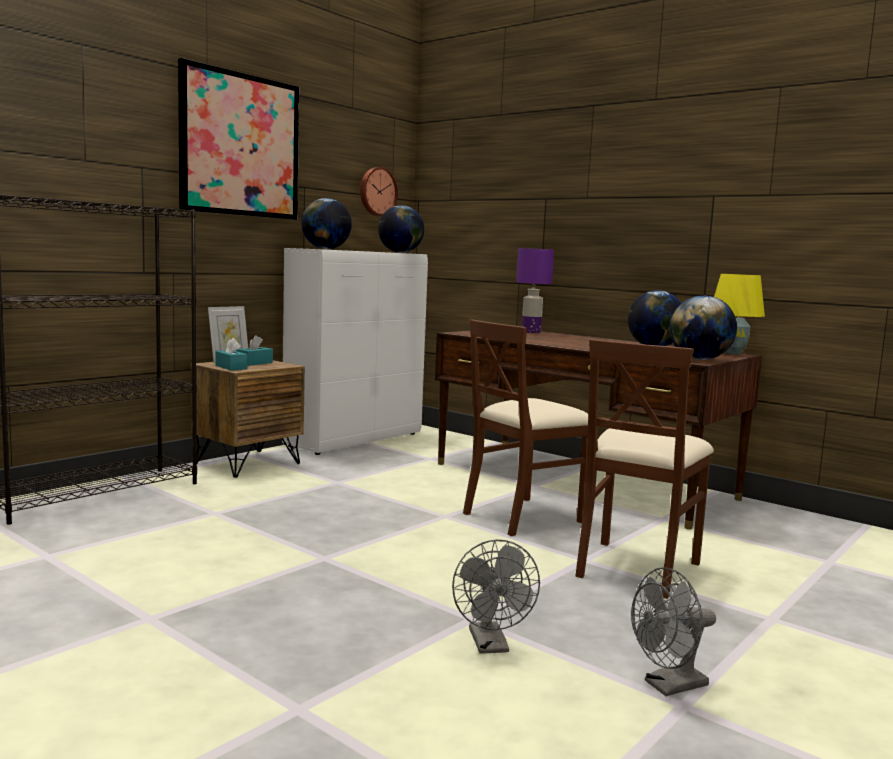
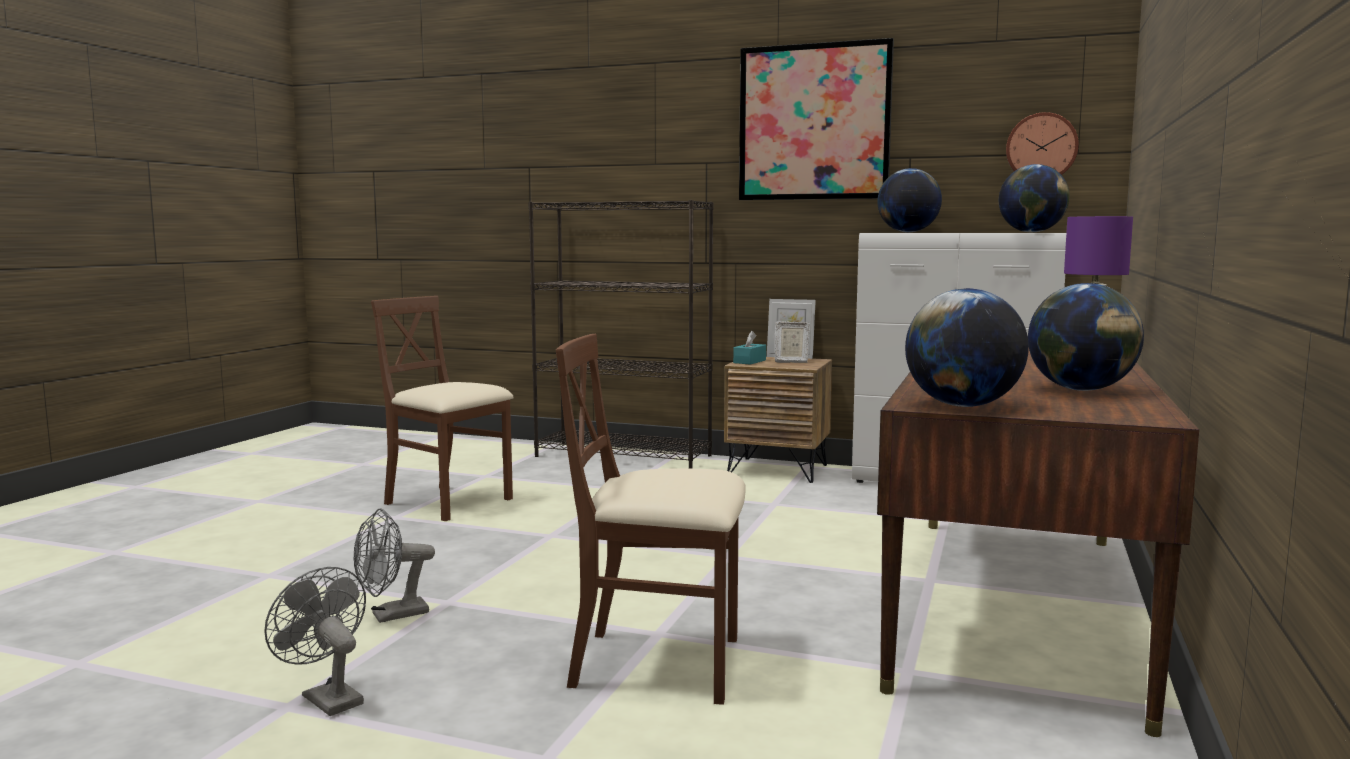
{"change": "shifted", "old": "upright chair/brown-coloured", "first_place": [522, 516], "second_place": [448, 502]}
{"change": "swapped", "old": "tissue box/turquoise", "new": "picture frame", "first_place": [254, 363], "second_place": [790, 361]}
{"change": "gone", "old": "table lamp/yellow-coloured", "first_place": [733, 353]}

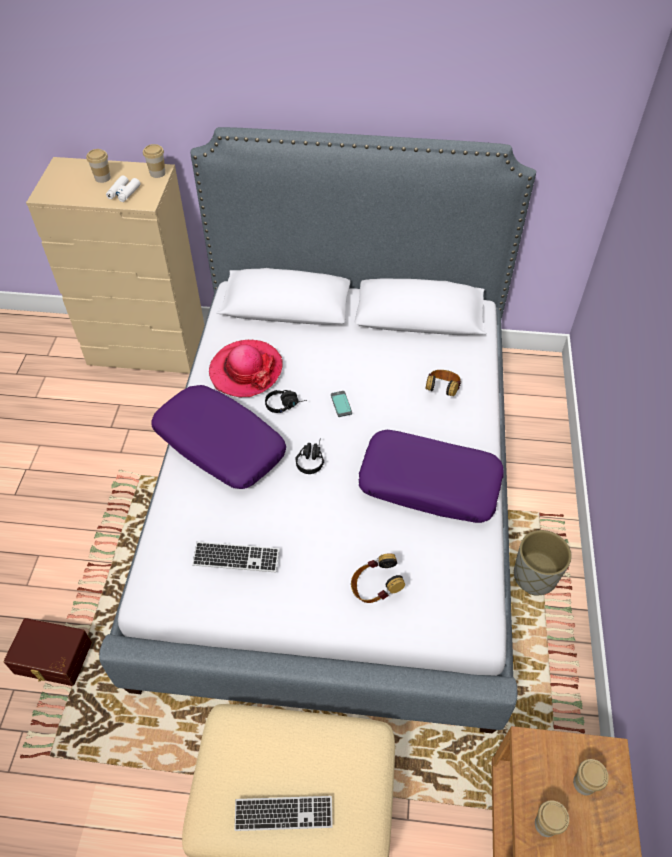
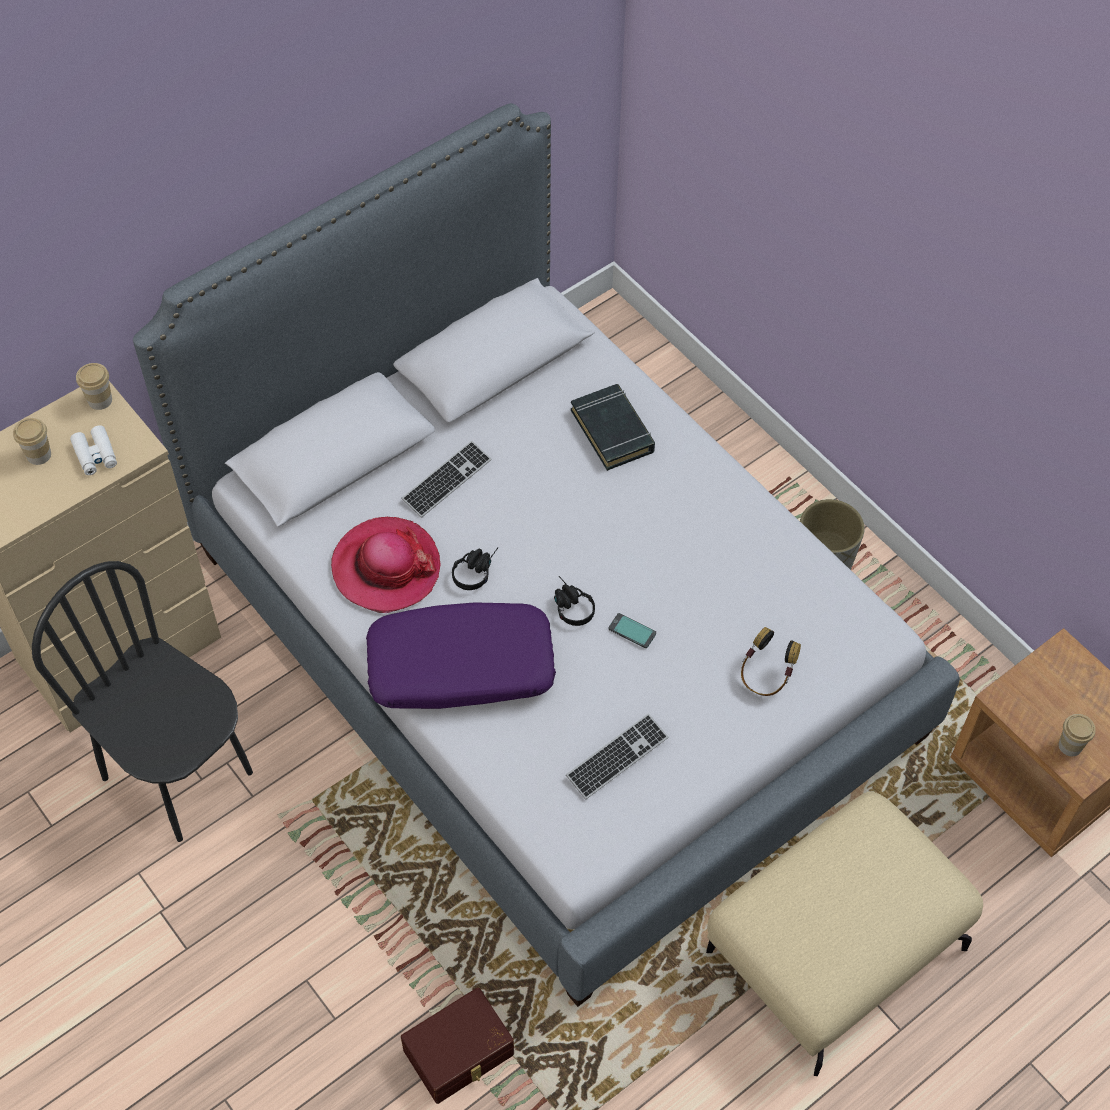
{"change": "new", "new": "upright chair/black-coloured", "second_place": [178, 774]}
{"change": "shifted", "old": "computer keyboard", "first_place": [283, 814], "second_place": [447, 480]}
{"change": "swapped", "old": "headset", "new": "book/black-coloured", "first_place": [442, 391], "second_place": [613, 431]}
{"change": "shifted", "old": "phone", "first_place": [341, 404], "second_place": [632, 631]}
{"change": "gone", "old": "throw pillow/purple-coloured", "first_place": [429, 483]}
{"change": "gone", "old": "cup", "first_place": [584, 783]}

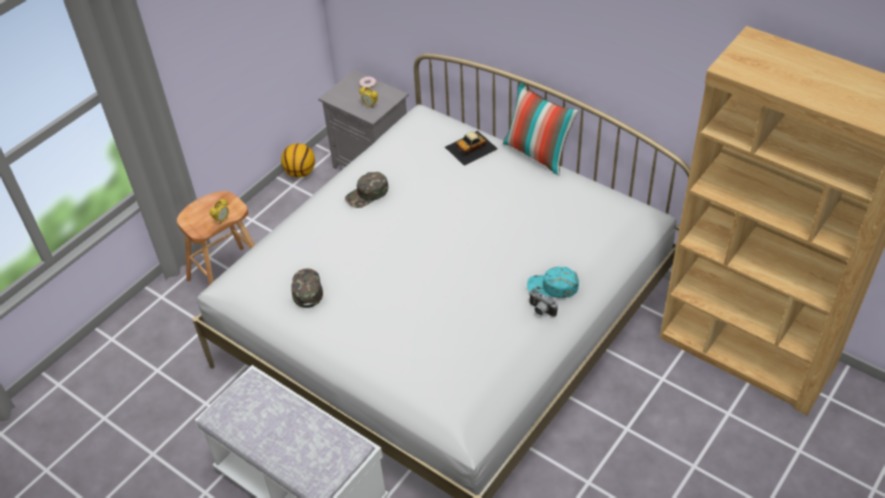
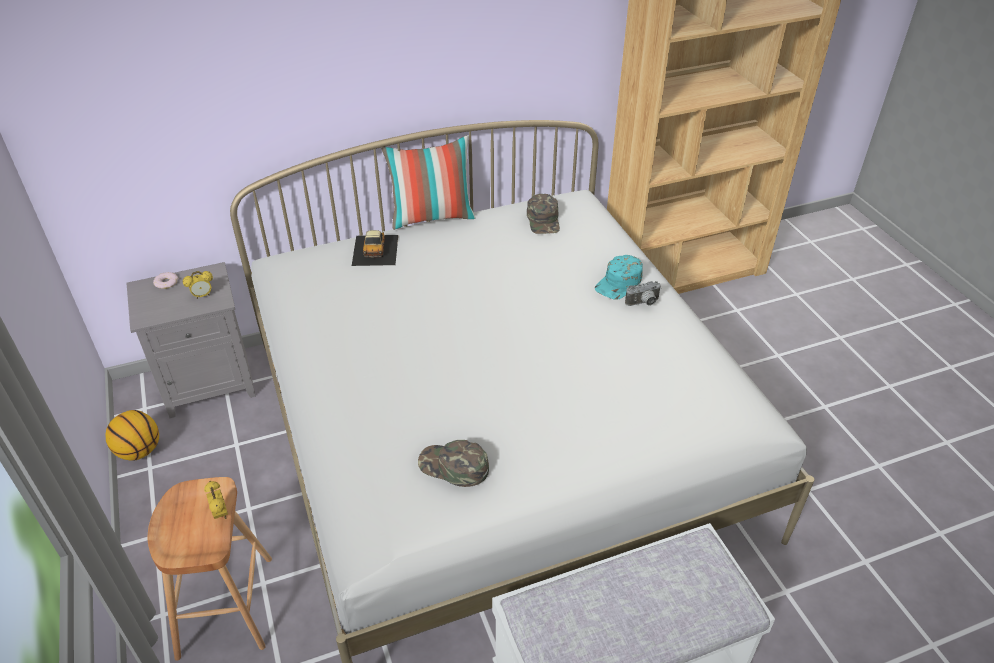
{"change": "shifted", "old": "cap/greenish", "first_place": [367, 194], "second_place": [544, 220]}

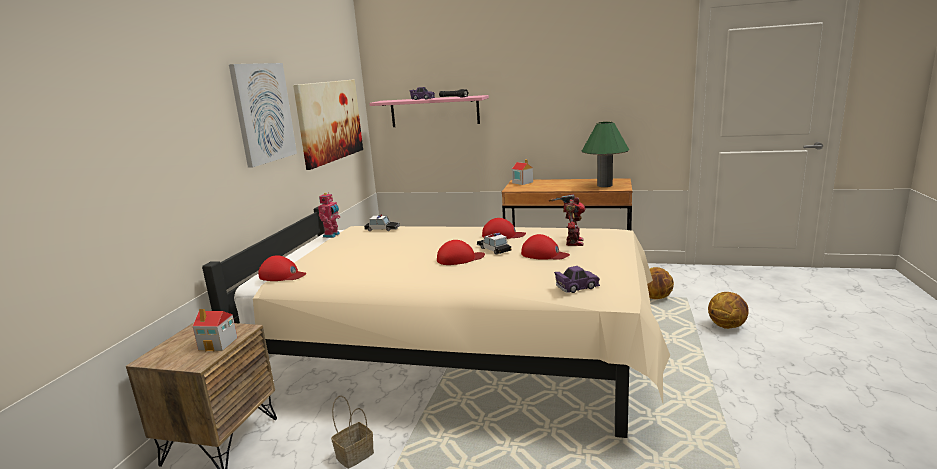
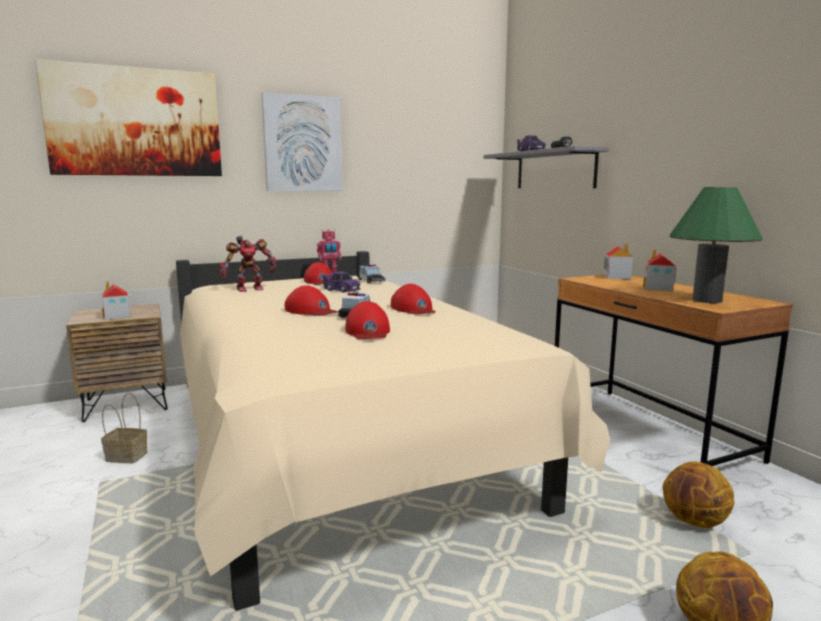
{"change": "shifted", "old": "wall art", "first_place": [330, 121], "second_place": [135, 122]}
{"change": "shifted", "old": "toy robot", "first_place": [572, 242], "second_place": [249, 289]}
{"change": "shifted", "old": "cap/red", "first_place": [282, 275], "second_place": [319, 281]}
{"change": "shifted", "old": "model car/purple-coloured", "first_place": [577, 287], "second_place": [341, 290]}
{"change": "repainted", "old": "bracket shelf/pink", "new": "bracket shelf/gray", "first_place": [434, 111], "second_place": [555, 170]}
{"change": "new", "new": "miniature house", "second_place": [658, 288]}

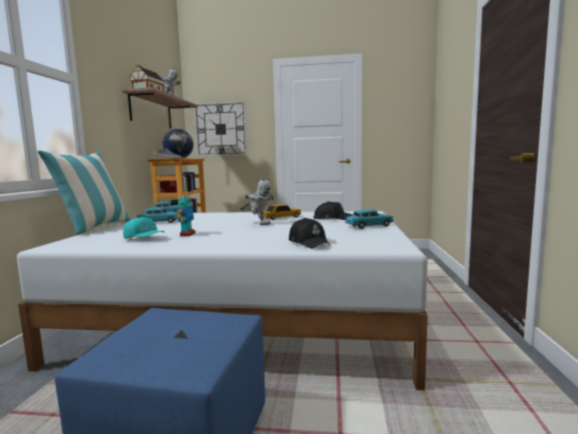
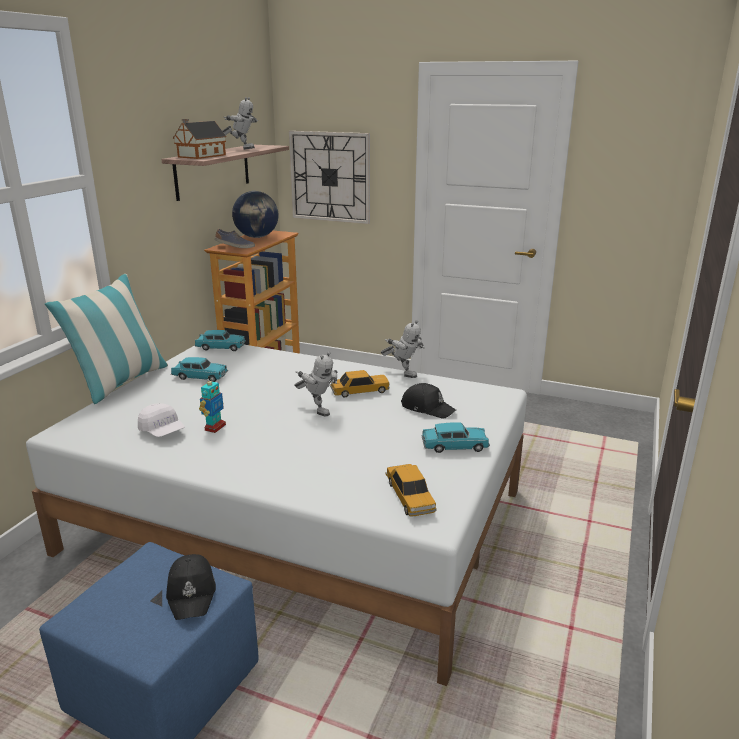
{"change": "repainted", "old": "cap/turquoise", "new": "cap/white", "first_place": [144, 239], "second_place": [162, 431]}
{"change": "shifted", "old": "cap/black-coloured", "first_place": [309, 242], "second_place": [192, 592]}
{"change": "new", "new": "toy robot", "second_place": [403, 373]}
{"change": "new", "new": "model car", "second_place": [410, 496]}

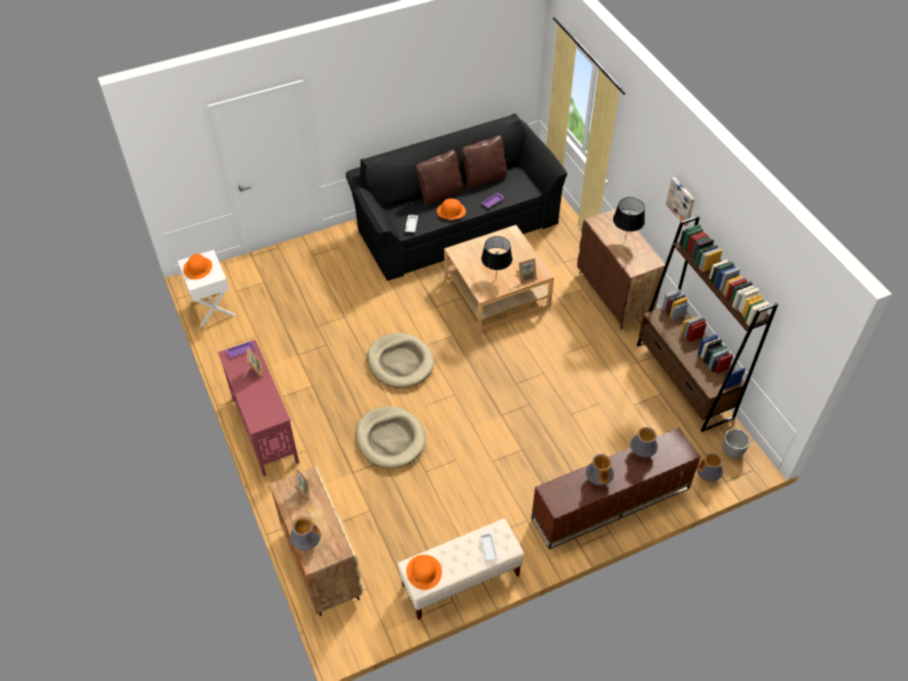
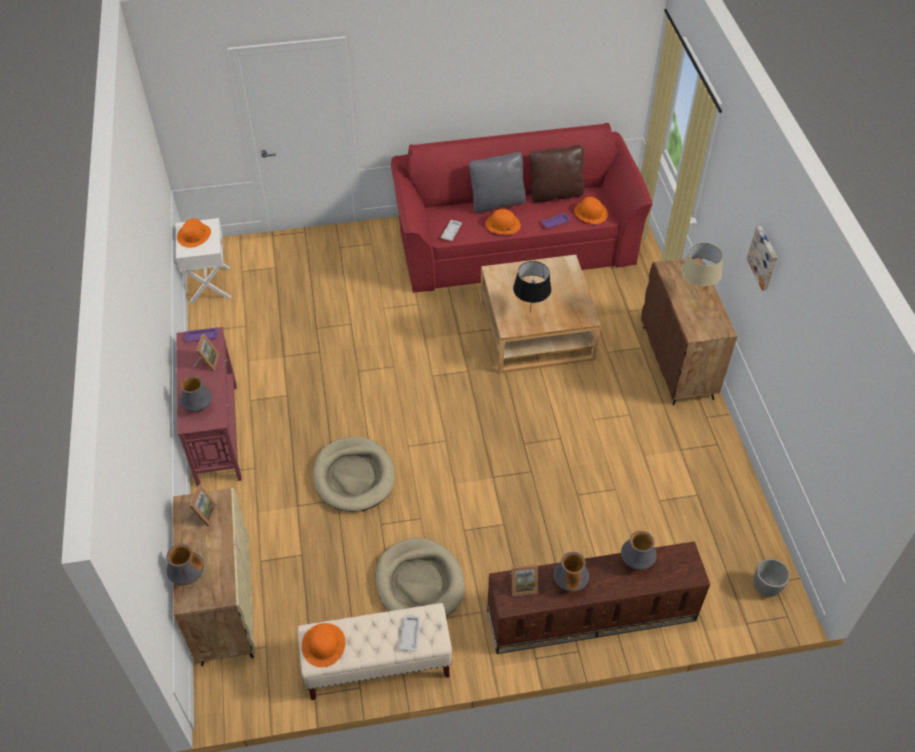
{"change": "shifted", "old": "vase", "first_place": [707, 476], "second_place": [198, 407]}
{"change": "shifted", "old": "pet bed/beige-coloured", "first_place": [400, 362], "second_place": [419, 583]}
{"change": "repainted", "old": "settee/black-coloured", "new": "settee/red", "first_place": [455, 222], "second_place": [514, 240]}
{"change": "repainted", "old": "throw pillow/brown-coloured", "new": "throw pillow/gray", "first_place": [440, 194], "second_place": [497, 202]}
{"change": "shifted", "old": "picture frame", "first_place": [526, 277], "second_place": [523, 585]}
{"change": "new", "new": "hat/orangey", "second_place": [591, 212]}
{"change": "repainted", "old": "table lamp/black-coloured", "new": "table lamp/beige-coloured", "first_place": [625, 240], "second_place": [695, 297]}
{"change": "gone", "old": "shelving unit/brown-coloured", "first_place": [684, 381]}

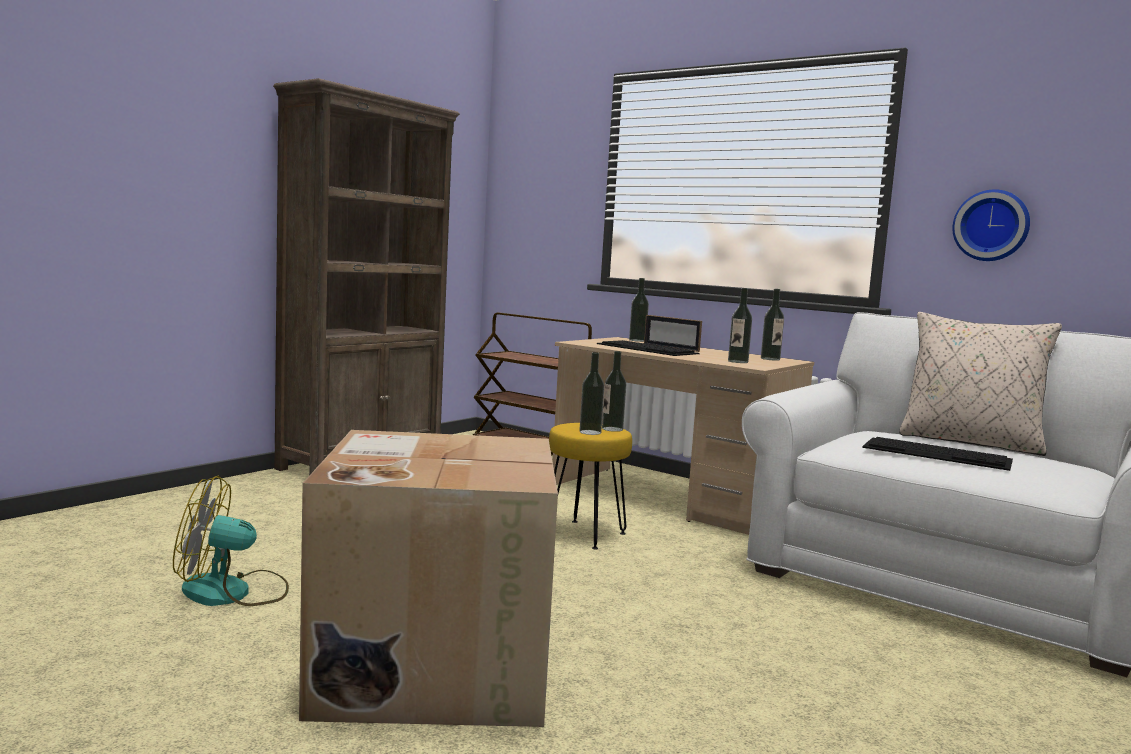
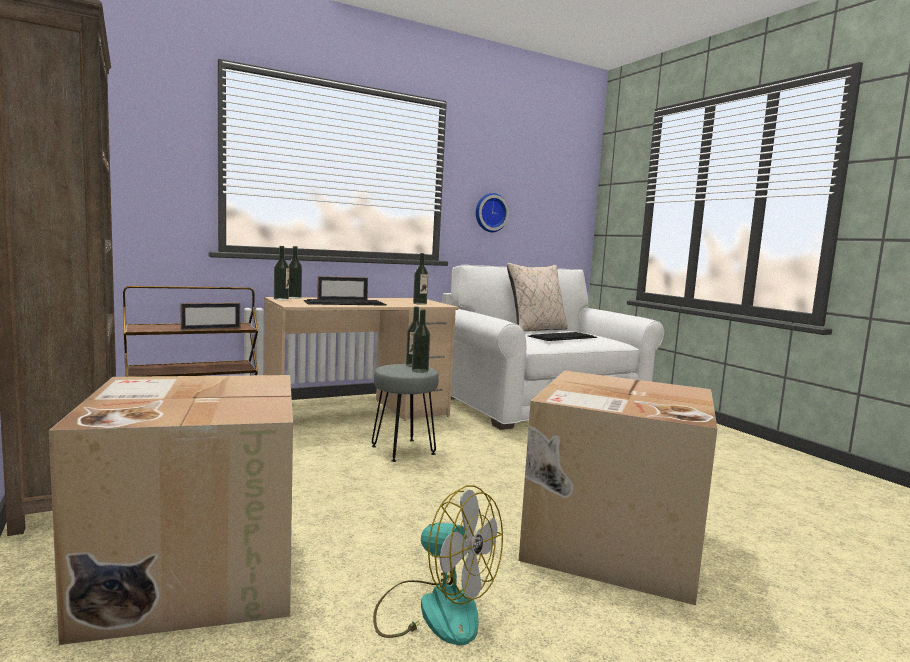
{"change": "new", "new": "packing box", "second_place": [192, 571]}
{"change": "new", "new": "picture frame", "second_place": [211, 328]}
{"change": "shifted", "old": "drink bottle", "first_place": [770, 359], "second_place": [281, 299]}
{"change": "repainted", "old": "stool/yellow-coloured", "new": "stool/gray", "first_place": [583, 534], "second_place": [402, 450]}
{"change": "rotated", "old": "fan", "first_place": [232, 592], "second_place": [434, 609], "degrees": -75}

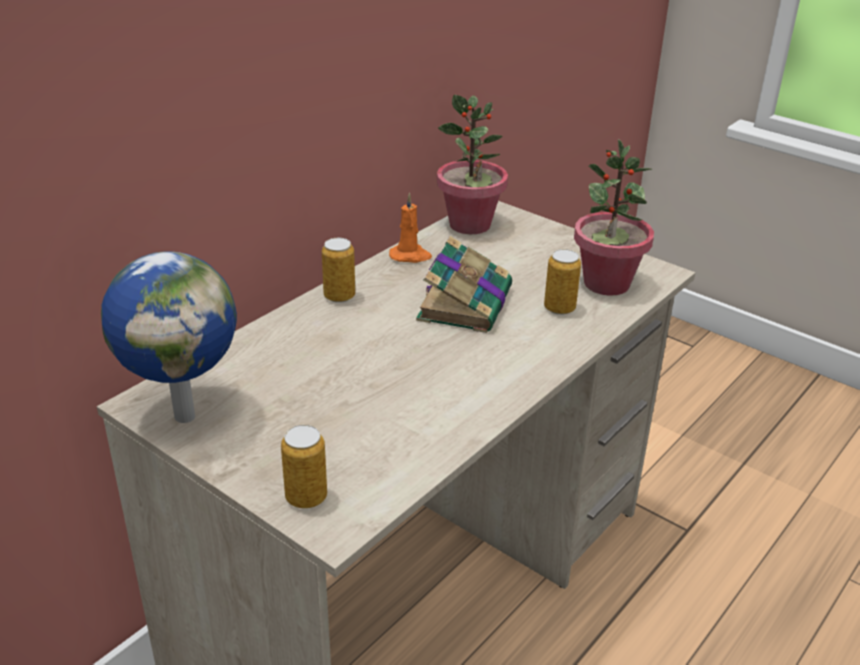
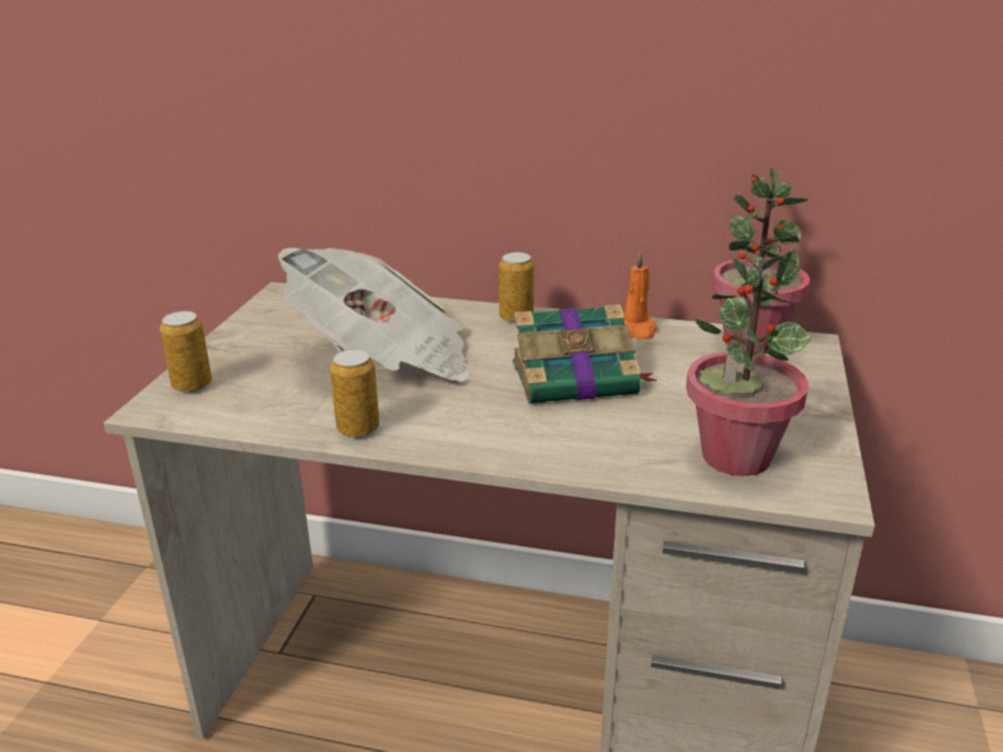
{"change": "new", "new": "printed paper", "second_place": [385, 358]}
{"change": "shifted", "old": "can", "first_place": [559, 308], "second_place": [358, 429]}
{"change": "gone", "old": "globe", "first_place": [185, 415]}

